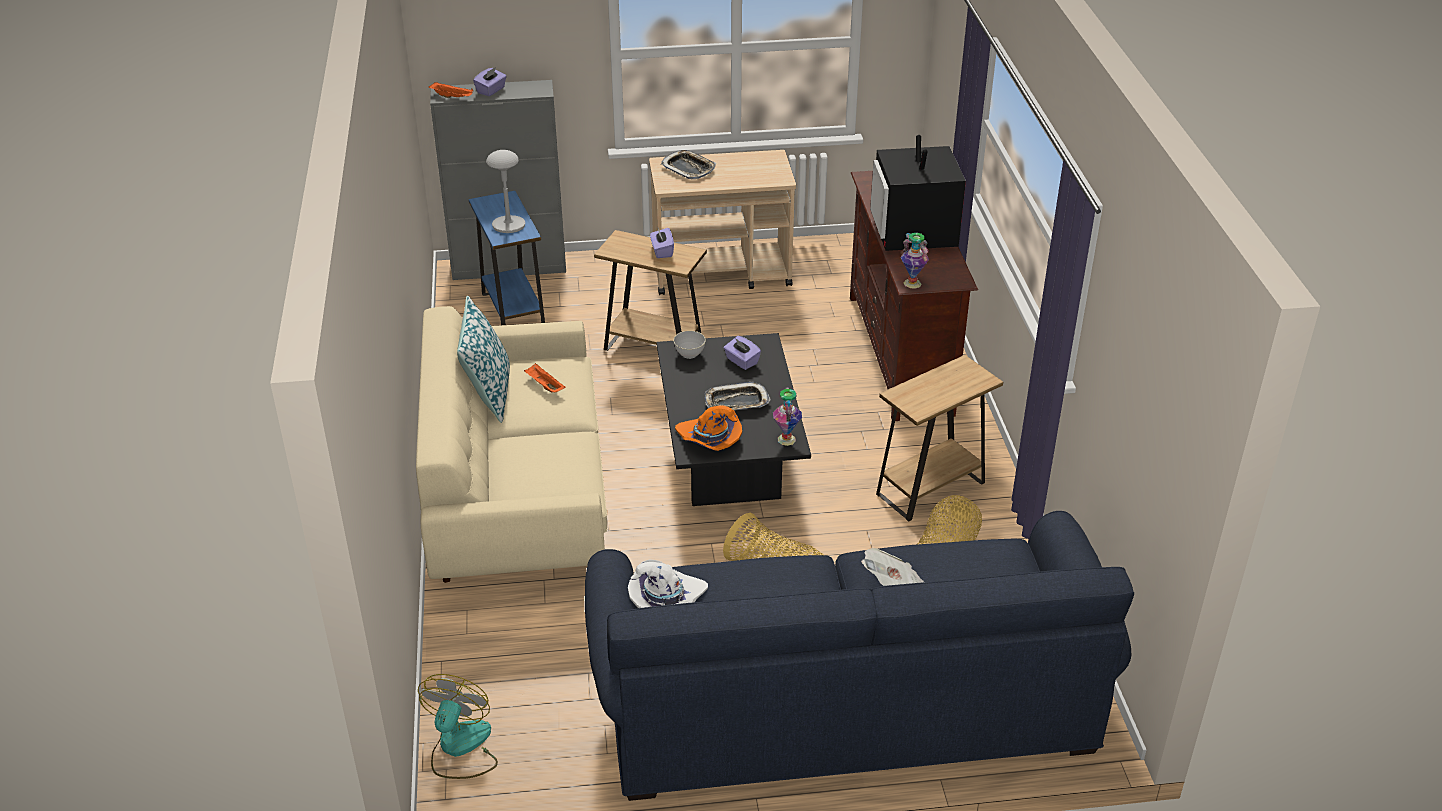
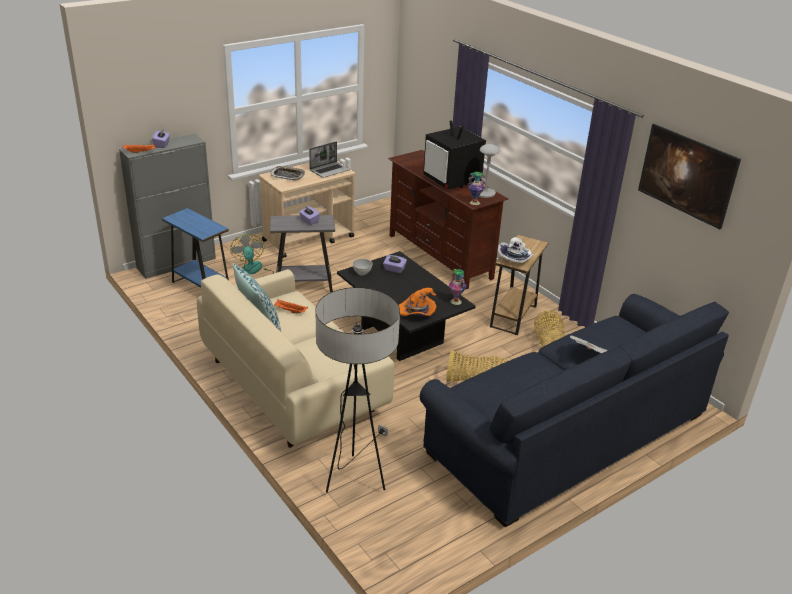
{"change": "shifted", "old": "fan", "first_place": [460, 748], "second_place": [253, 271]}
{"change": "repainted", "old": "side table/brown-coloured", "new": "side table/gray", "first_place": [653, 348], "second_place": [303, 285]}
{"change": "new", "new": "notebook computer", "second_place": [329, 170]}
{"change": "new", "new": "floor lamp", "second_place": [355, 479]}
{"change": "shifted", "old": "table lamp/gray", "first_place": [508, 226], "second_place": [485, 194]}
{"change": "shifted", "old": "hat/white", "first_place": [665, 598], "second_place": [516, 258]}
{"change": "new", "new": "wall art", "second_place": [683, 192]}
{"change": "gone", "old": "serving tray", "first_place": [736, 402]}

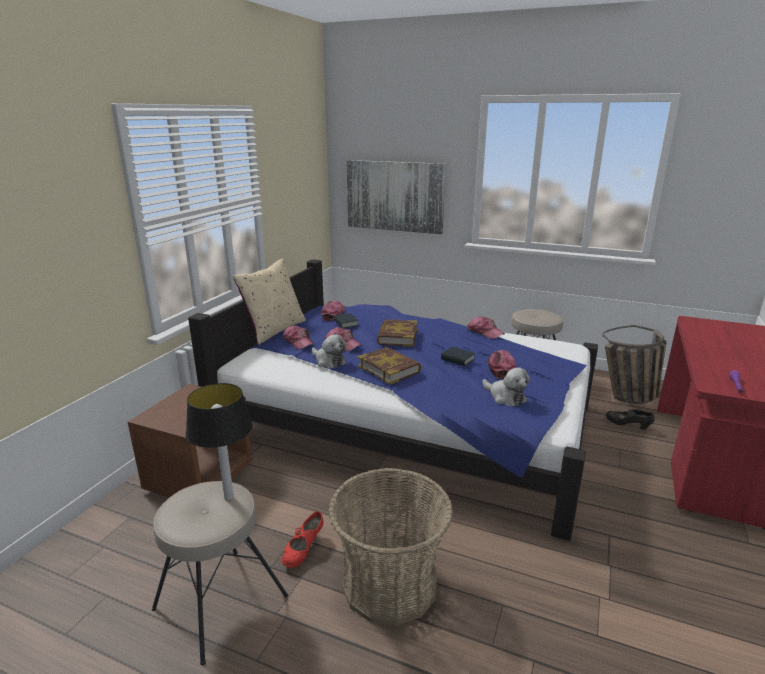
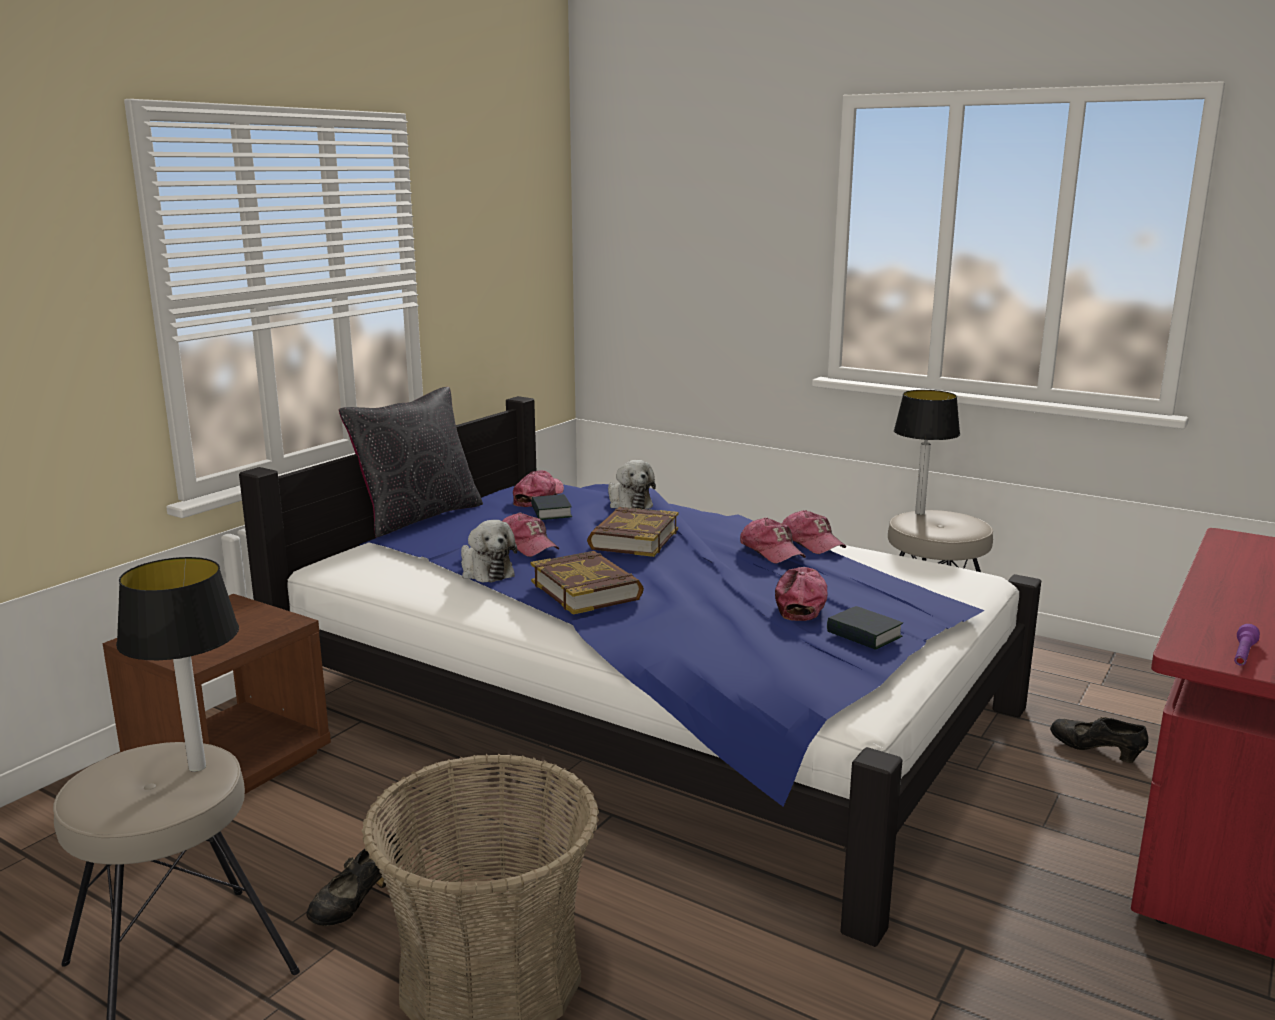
{"change": "repainted", "old": "shoe/red", "new": "shoe/black-coloured", "first_place": [303, 551], "second_place": [358, 903]}
{"change": "repainted", "old": "throw pillow/beige-coloured", "new": "throw pillow/black-coloured", "first_place": [274, 330], "second_place": [418, 516]}
{"change": "shifted", "old": "cuddly toy", "first_place": [505, 397], "second_place": [628, 503]}
{"change": "shifted", "old": "cap", "first_place": [299, 342], "second_place": [771, 551]}
{"change": "shifted", "old": "book", "first_place": [457, 359], "second_place": [864, 635]}
{"change": "new", "new": "table lamp", "second_place": [920, 513]}
{"change": "gone", "old": "wall art", "first_place": [395, 196]}
{"change": "gone", "old": "basket", "first_place": [628, 398]}

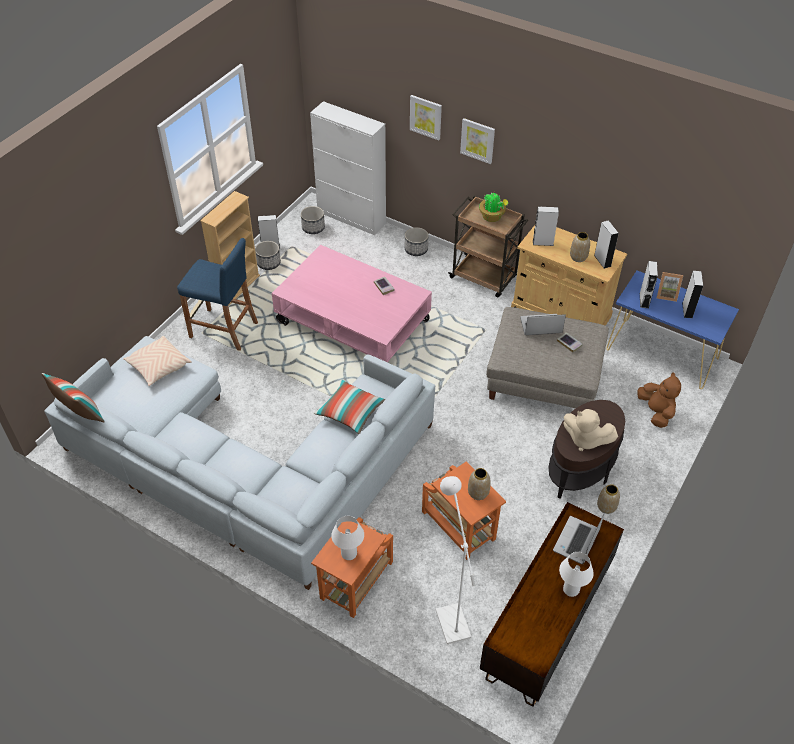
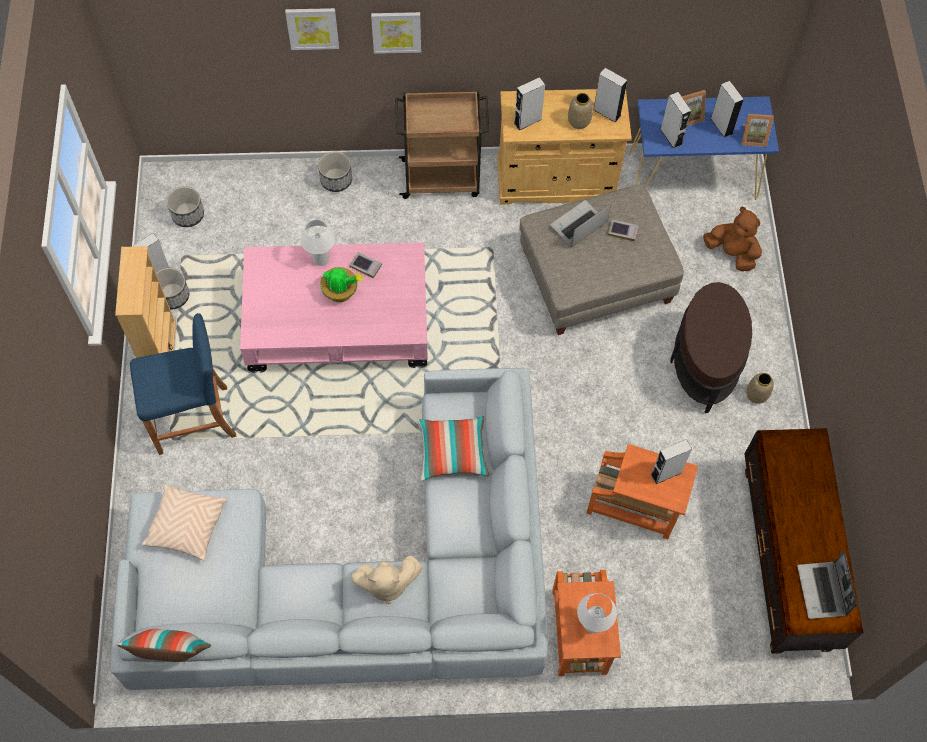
{"change": "shifted", "old": "table lamp/white", "first_place": [571, 589], "second_place": [320, 259]}
{"change": "shifted", "old": "potted plant", "first_place": [492, 217], "second_place": [341, 292]}
{"change": "shifted", "old": "cuddly toy/beige-coloured", "first_place": [585, 439], "second_place": [386, 584]}
{"change": "swapped", "old": "vase", "new": "speaker/gray", "first_place": [478, 493], "second_place": [666, 473]}
{"change": "new", "new": "picture frame", "second_place": [753, 137]}
{"change": "shifted", "old": "notebook computer", "first_place": [577, 541], "second_place": [822, 591]}
{"change": "gone", "old": "cupboard/white", "first_place": [351, 217]}
{"change": "gone", "old": "floor lamp/white", "first_place": [450, 616]}

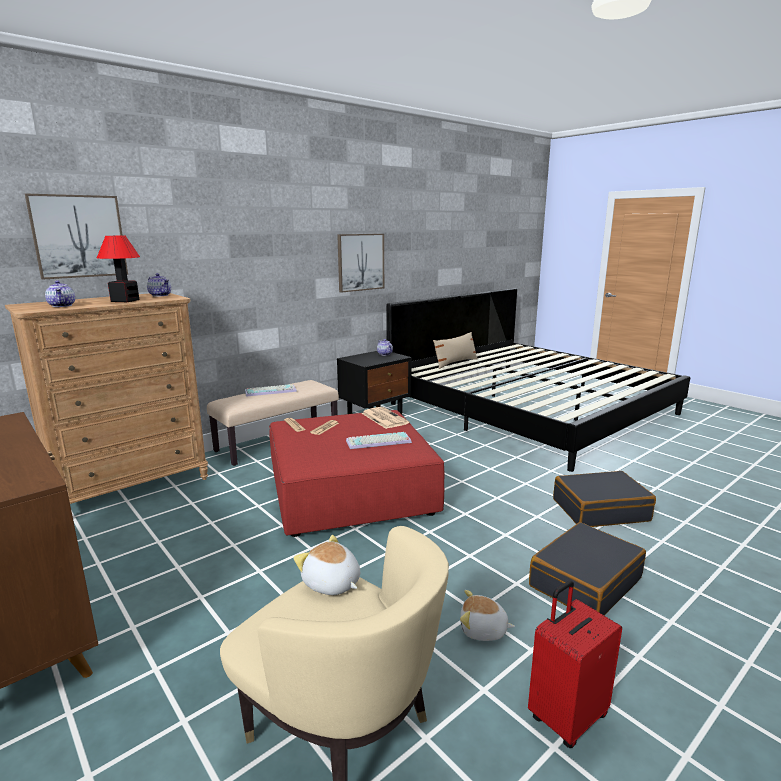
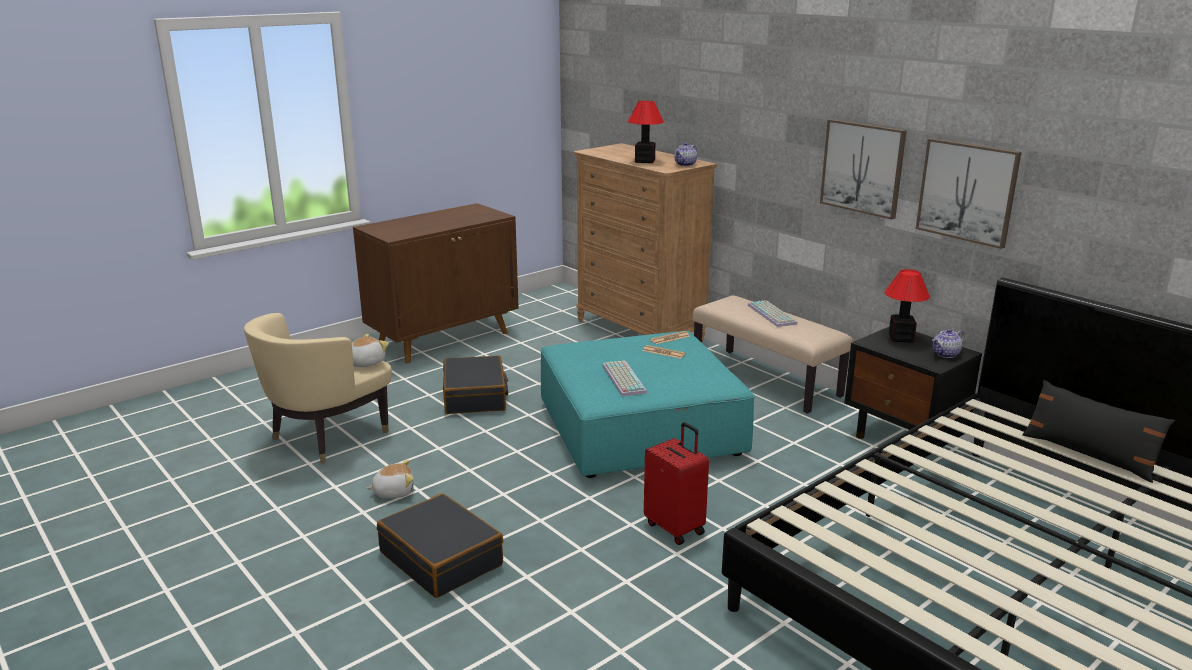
{"change": "rotated", "old": "cuddly toy", "first_place": [483, 630], "second_place": [393, 491], "degrees": 60}
{"change": "shifted", "old": "suitcase/black-coloured", "first_place": [600, 510], "second_place": [475, 396]}
{"change": "repainted", "old": "ottoman/red", "new": "ottoman/turquoise", "first_place": [351, 491], "second_place": [640, 429]}
{"change": "shifted", "old": "suitcase/red", "first_place": [566, 716], "second_place": [675, 528]}
{"change": "shifted", "old": "wall art", "first_place": [79, 236], "second_place": [863, 168]}
{"change": "new", "new": "table lamp", "second_place": [900, 338]}
{"change": "repainted", "old": "throw pillow/beige-coloured", "new": "throw pillow/black-coloured", "first_place": [455, 363], "second_place": [1088, 454]}
{"change": "gone", "old": "tea pot", "first_place": [62, 305]}
{"change": "gone", "old": "printed paper", "first_place": [384, 418]}

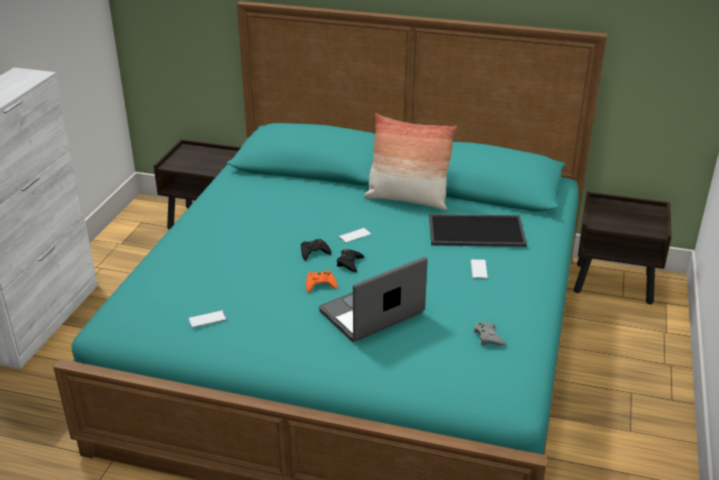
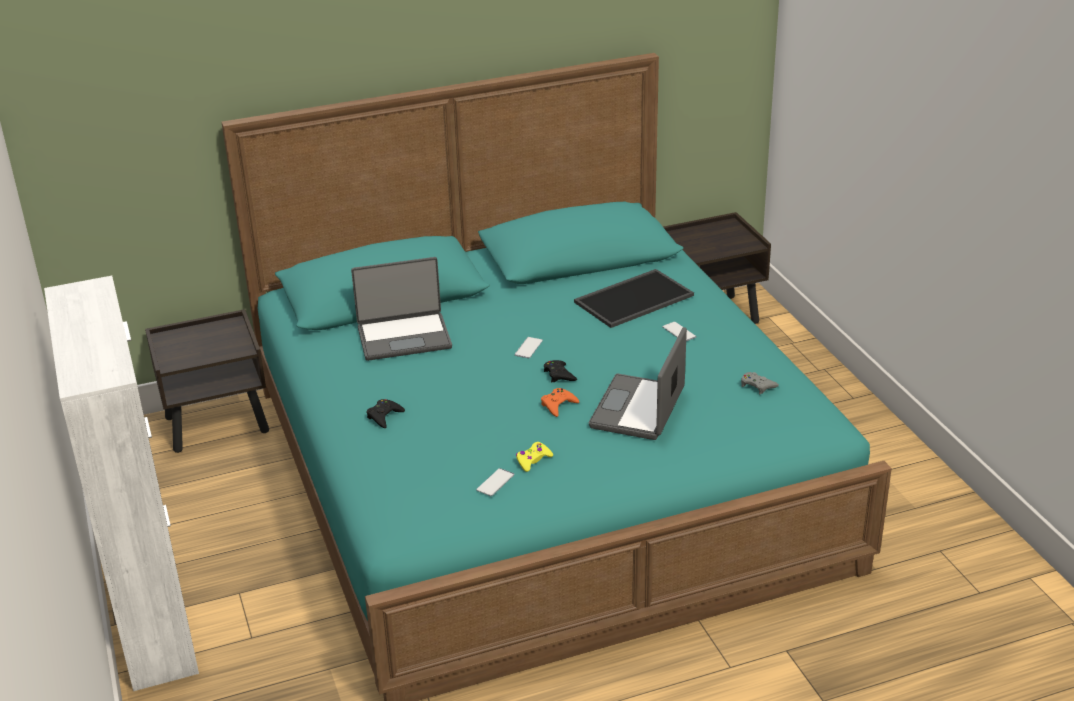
{"change": "new", "new": "notebook computer", "second_place": [404, 337]}
{"change": "shifted", "old": "game controller/black-coloured", "first_place": [314, 252], "second_place": [384, 416]}
{"change": "new", "new": "game controller/yellow-coloured", "second_place": [533, 460]}
{"change": "gone", "old": "throw pillow", "first_place": [407, 199]}

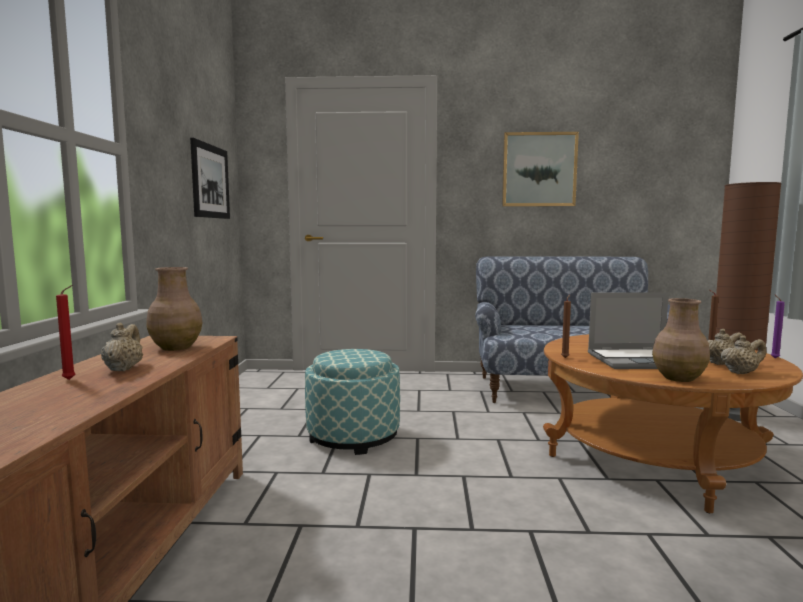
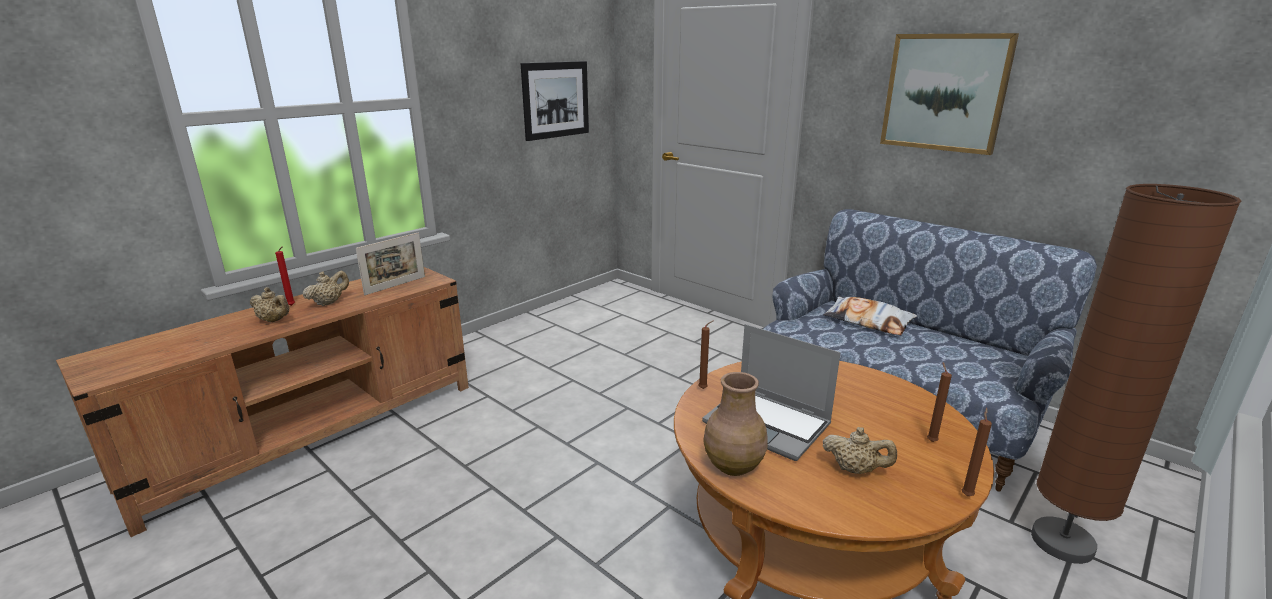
{"change": "shifted", "old": "tea pot/beige-coloured", "first_place": [741, 372], "second_place": [274, 320]}
{"change": "swapped", "old": "vase/brown-coloured", "new": "picture frame", "first_place": [176, 347], "second_place": [395, 285]}
{"change": "new", "new": "throw pillow", "second_place": [868, 321]}
{"change": "repainted", "old": "candle/purple-coloured", "new": "candle/brown-coloured", "first_place": [773, 358], "second_place": [967, 494]}
{"change": "gone", "old": "ottoman", "first_place": [353, 436]}

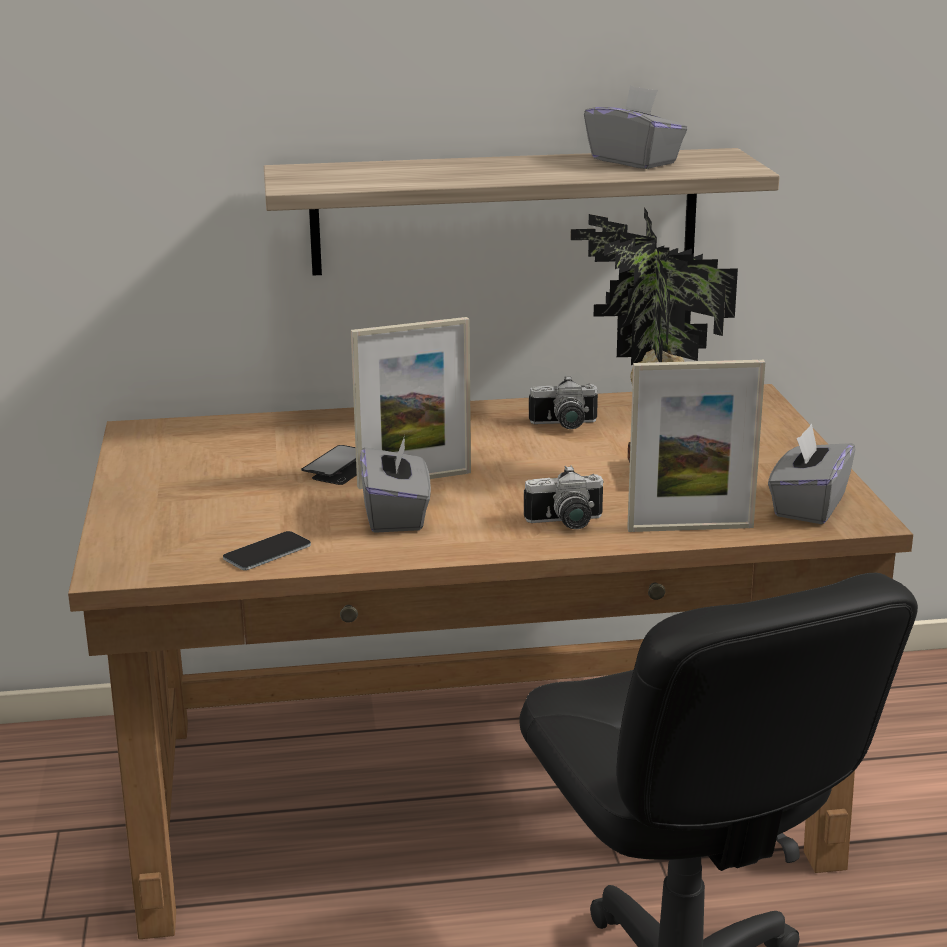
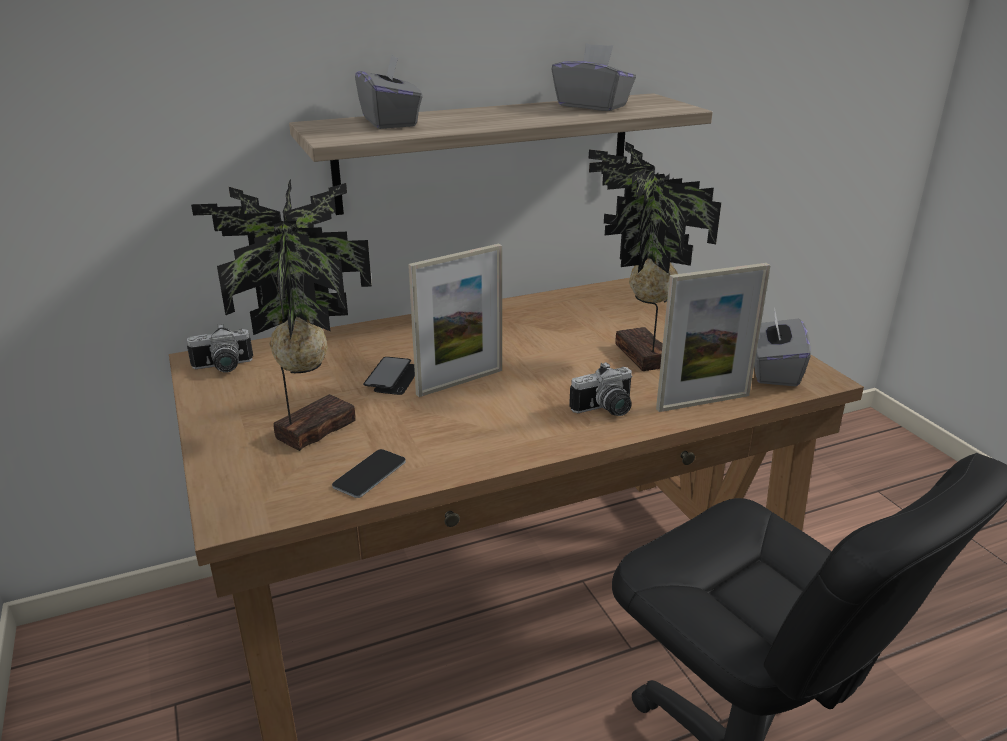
{"change": "shifted", "old": "photo camera", "first_place": [564, 425], "second_place": [223, 368]}
{"change": "new", "new": "potted plant", "second_place": [311, 428]}
{"change": "shifted", "old": "tissue box/gray", "first_place": [396, 515], "second_place": [390, 122]}

